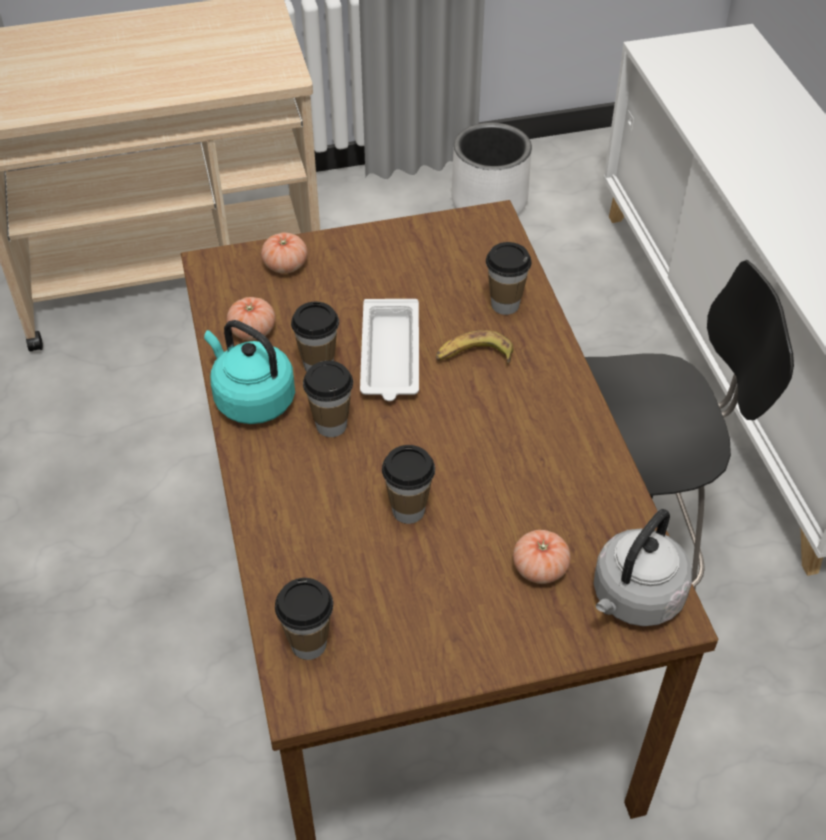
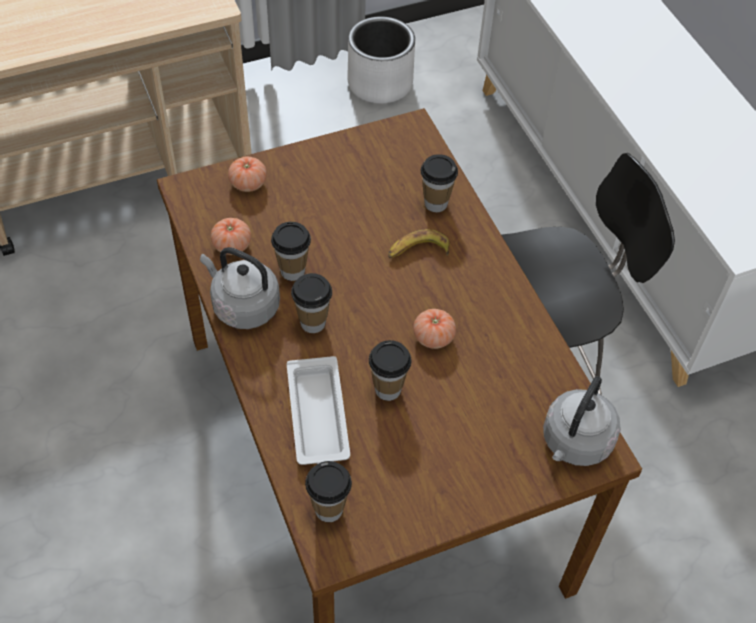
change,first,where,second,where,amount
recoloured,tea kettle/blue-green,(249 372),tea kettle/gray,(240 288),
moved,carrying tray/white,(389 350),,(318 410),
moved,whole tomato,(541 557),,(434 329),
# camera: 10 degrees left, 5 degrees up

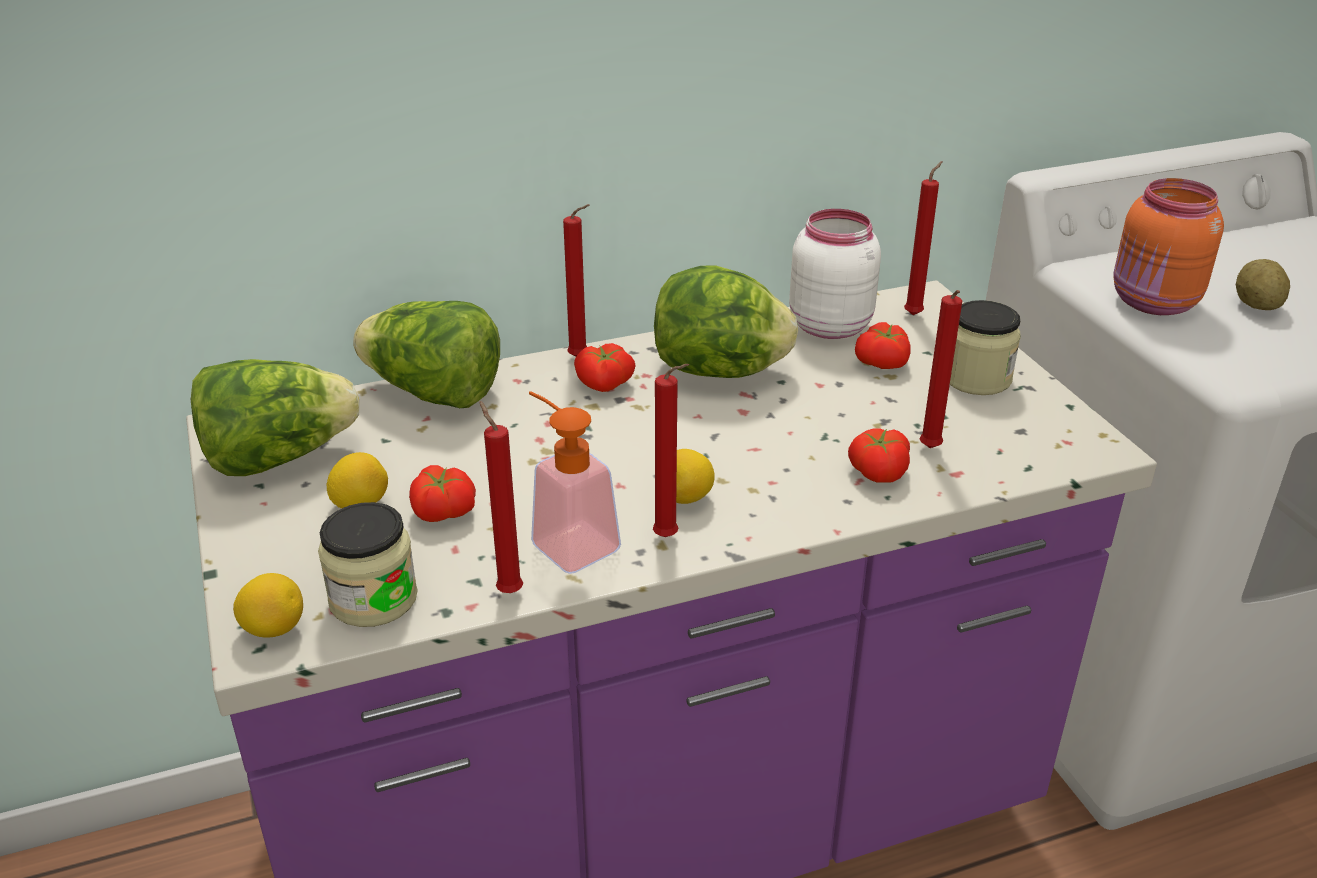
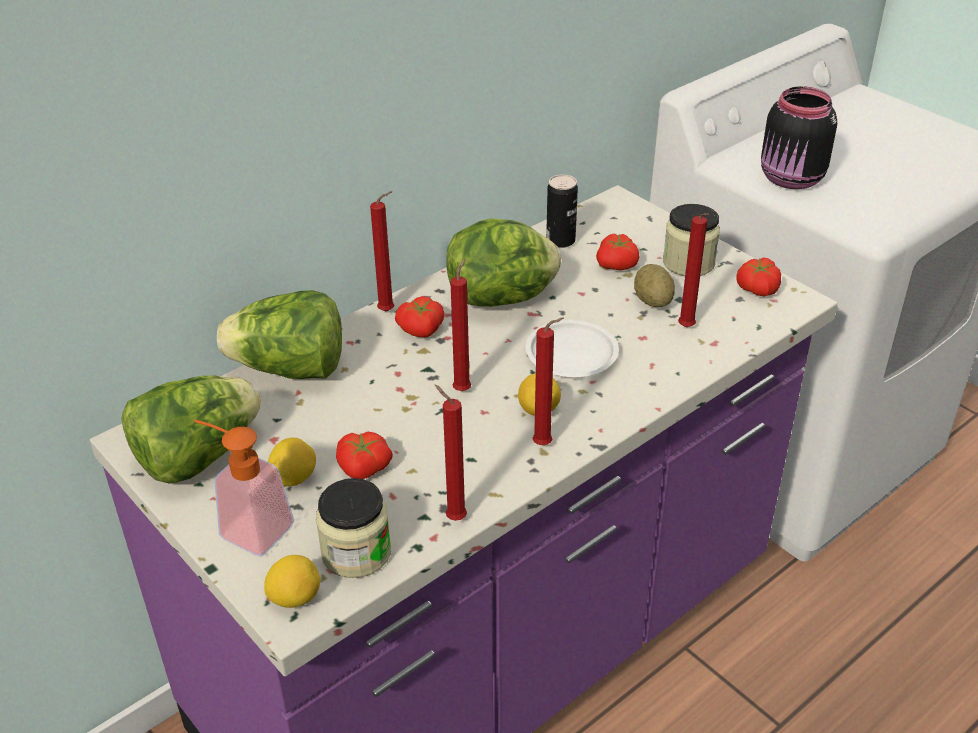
change,first,where,second,where,amount
moved,soap dispenser,(575 482),,(244 488),
moved,wax light/red-coloured,(923 238),,(460 325),
added,,,plate/white,(572 348),
replaced,storage jar/white,(835 274),can,(562 211),
moved,spud,(1263 284),,(654 285),
moved,whole tomato,(879 455),,(758 277),
recoloured,storage jar/orange,(1168 246),storage jar/blackish,(799 137),
# camera: 20 degrees left, 5 degrees up

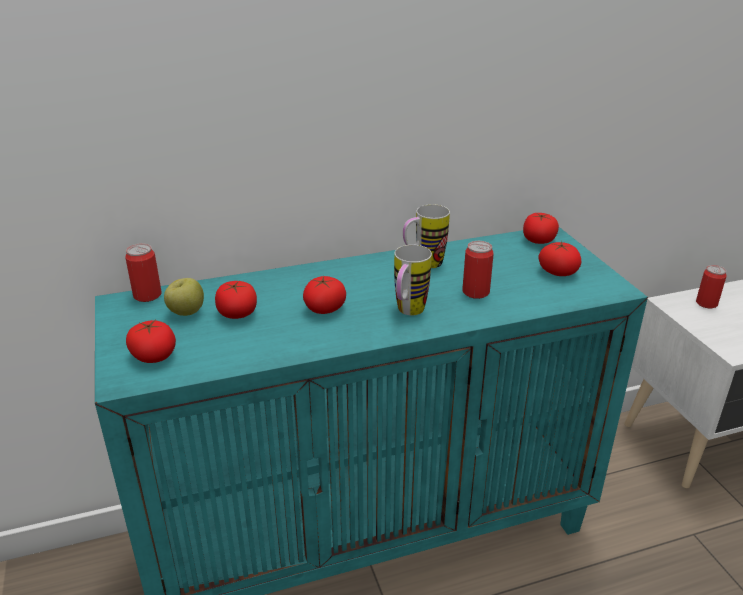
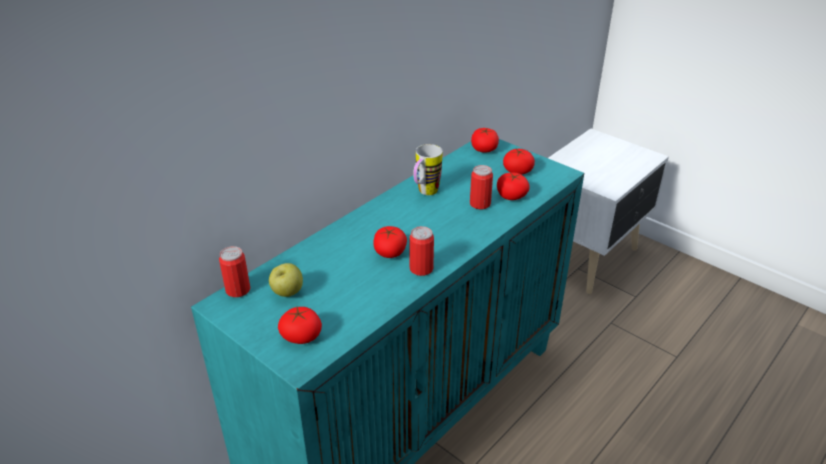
change,first,where,second,where,amount
moved,can,(711 286),,(422 251),
moved,whole tomato,(236 300),,(513 186),
removed,tea mug,(413 280),,,
# camera: 30 degrees left, 5 degrees up

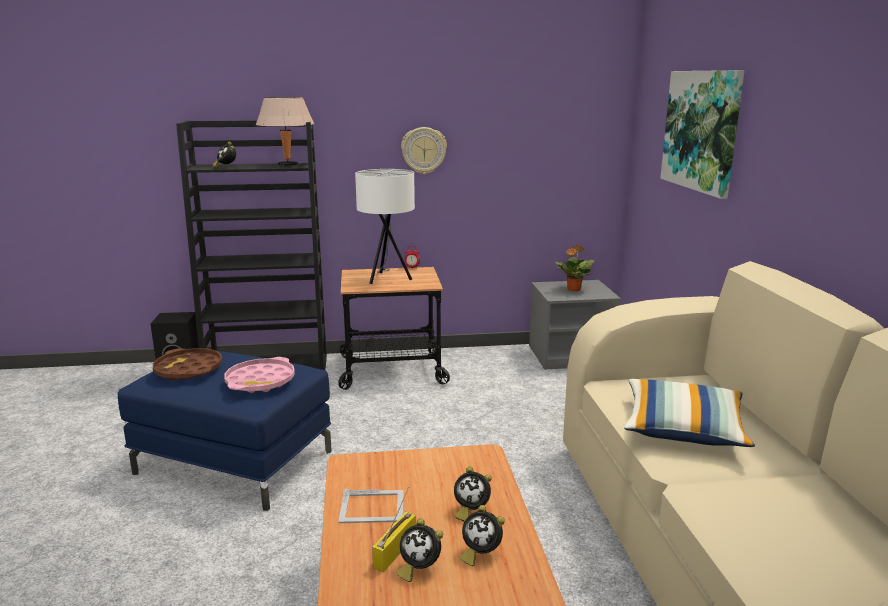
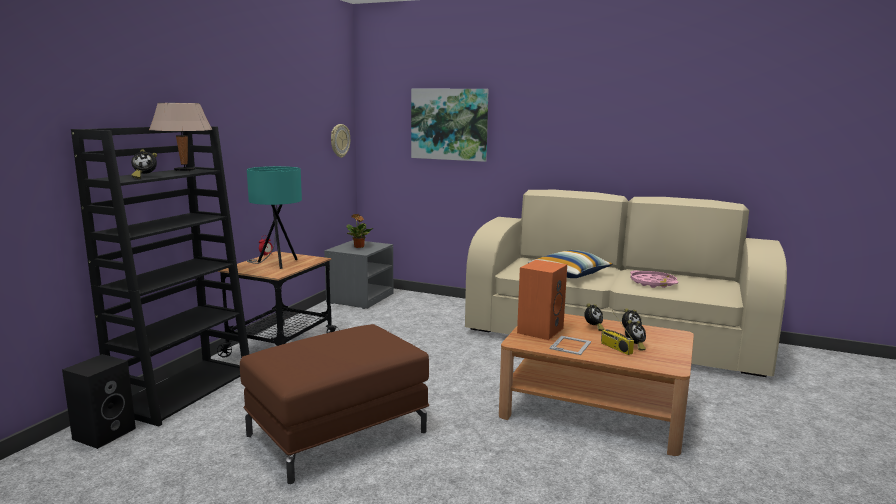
change,first,where,second,where,amount
recoloured,footrest/blue,(225 431),footrest/brown-coloured,(334 404),
recoloured,tabletop lamp/white,(385 226),tabletop lamp/blue-green,(274 217),
moved,hanging clock,(424 150),,(340 141),
added,,,loudspeaker/orange,(542 300),
moved,carrying tray/pink-coloured,(259 375),,(654 279),
removed,carrying tray/brown-coloured,(187 364),,,
# camera: 60 degrees left, 5 degrees down

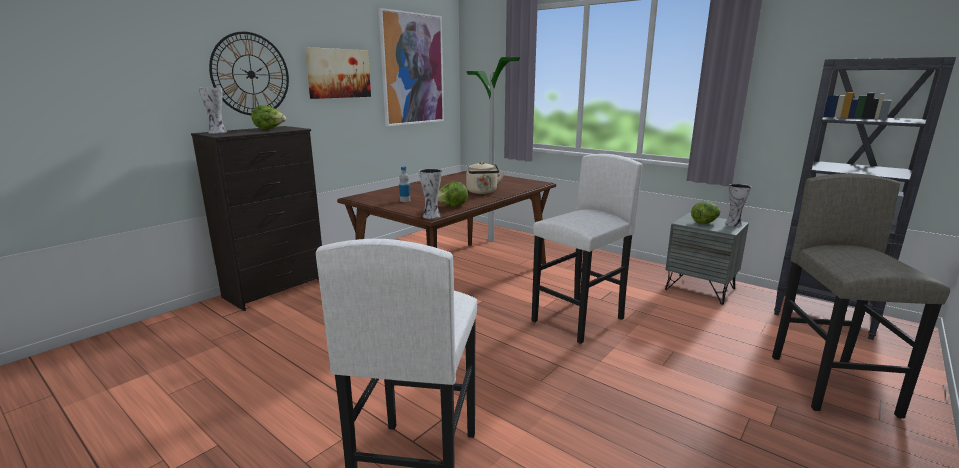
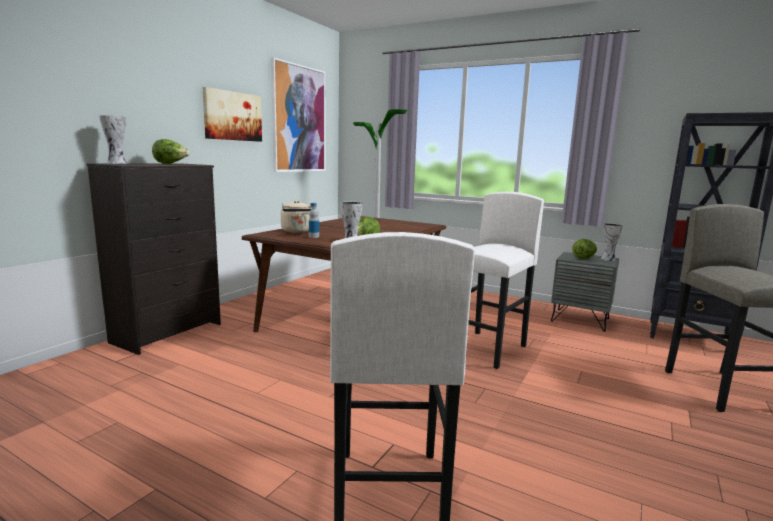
change,first,where,second,where,amount
moved,tea kettle/beige,(485 178),,(300 217),
removed,hanging clock,(249 73),,,
# camera: 10 degrees left, 5 degrees down

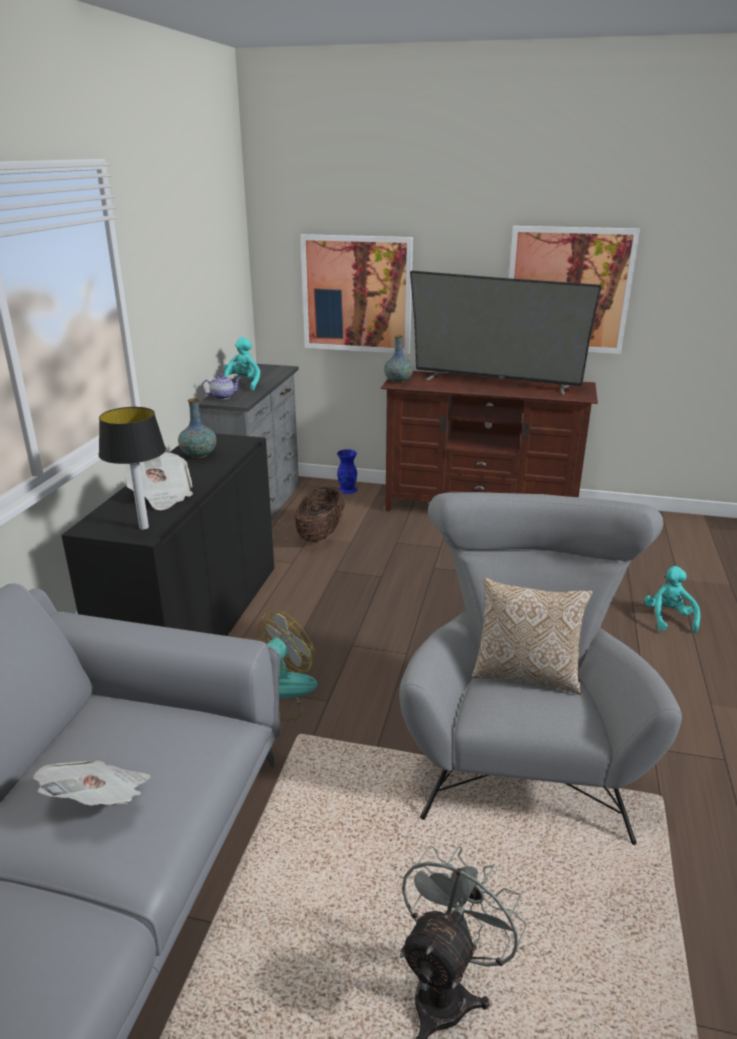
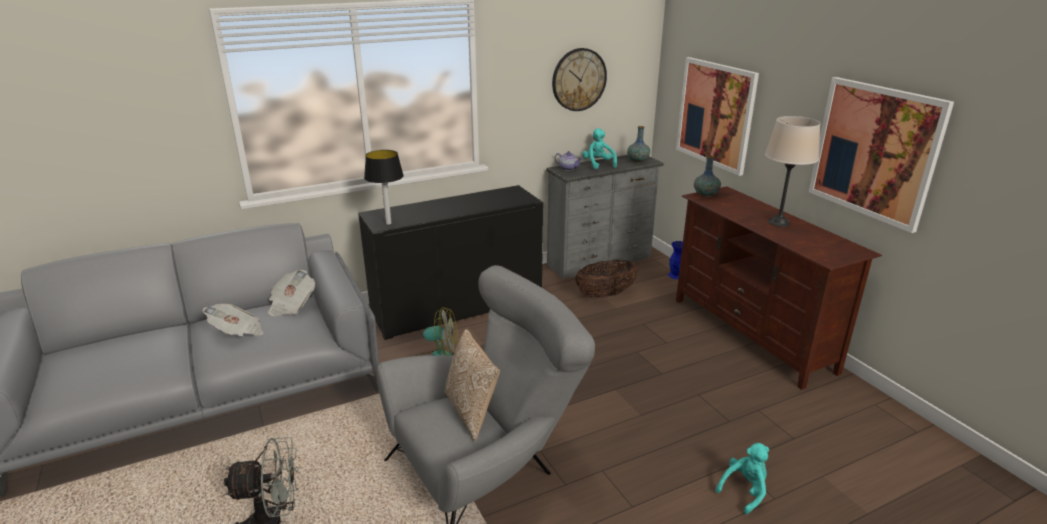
change,first,where,second,where,amount
moved,newspaper,(158 481),,(291 293),
added,,,hanging clock,(579 79),
turned,cuddly toy/blue-green,(242 364),,(599 148),75 degrees counterclockwise
moved,flower vase,(197 428),,(638 144),
replaced,TV,(506 333),tabletop lamp/beige,(792 171),
# camera: 50 degrees right, 0 degrees up

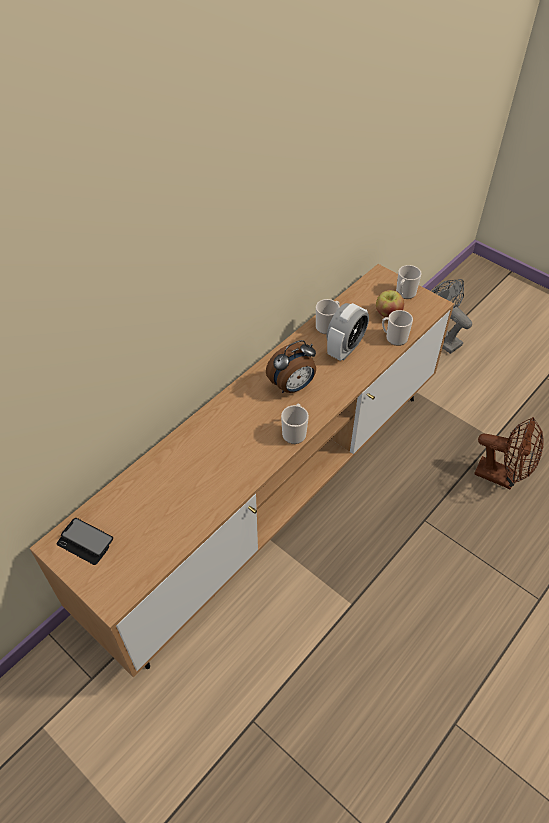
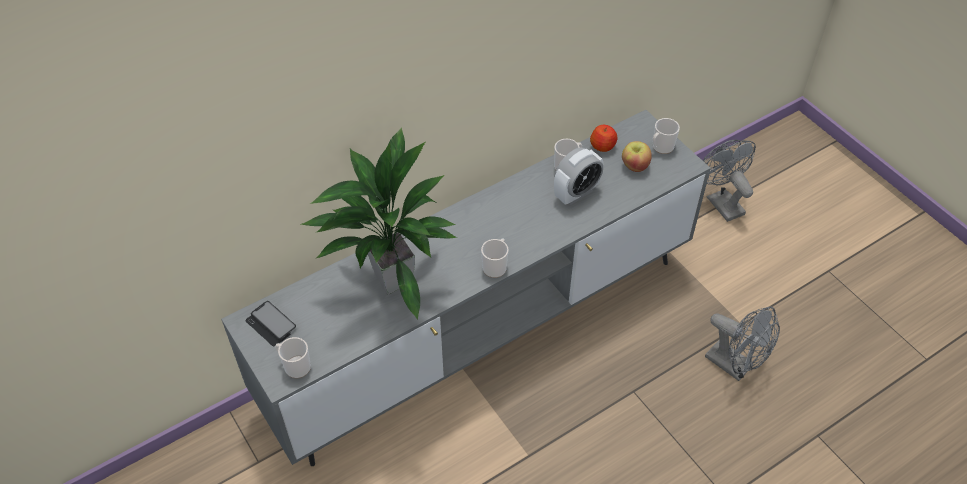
change,first,where,second,where,amount
recoloured,tv stand/brown-coloured,(242 470),tv stand/gray,(466 288),
moved,tea mug,(397 328),,(293 357),
added,,,potted plant,(379 223),
added,,,whole apple,(603 138),
recoloured,electric fan/brown-coloured,(509 453),electric fan/gray,(742 344),
removed,table clock,(291 366),,,
# camera: 15 degrees right, 0 degrees up

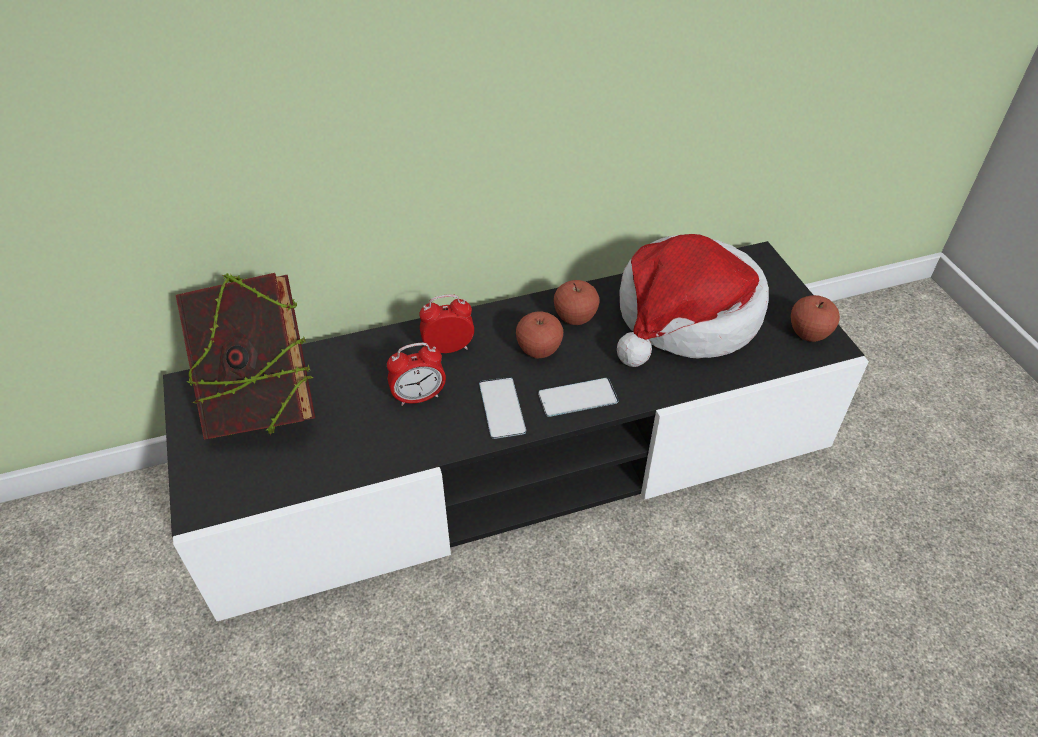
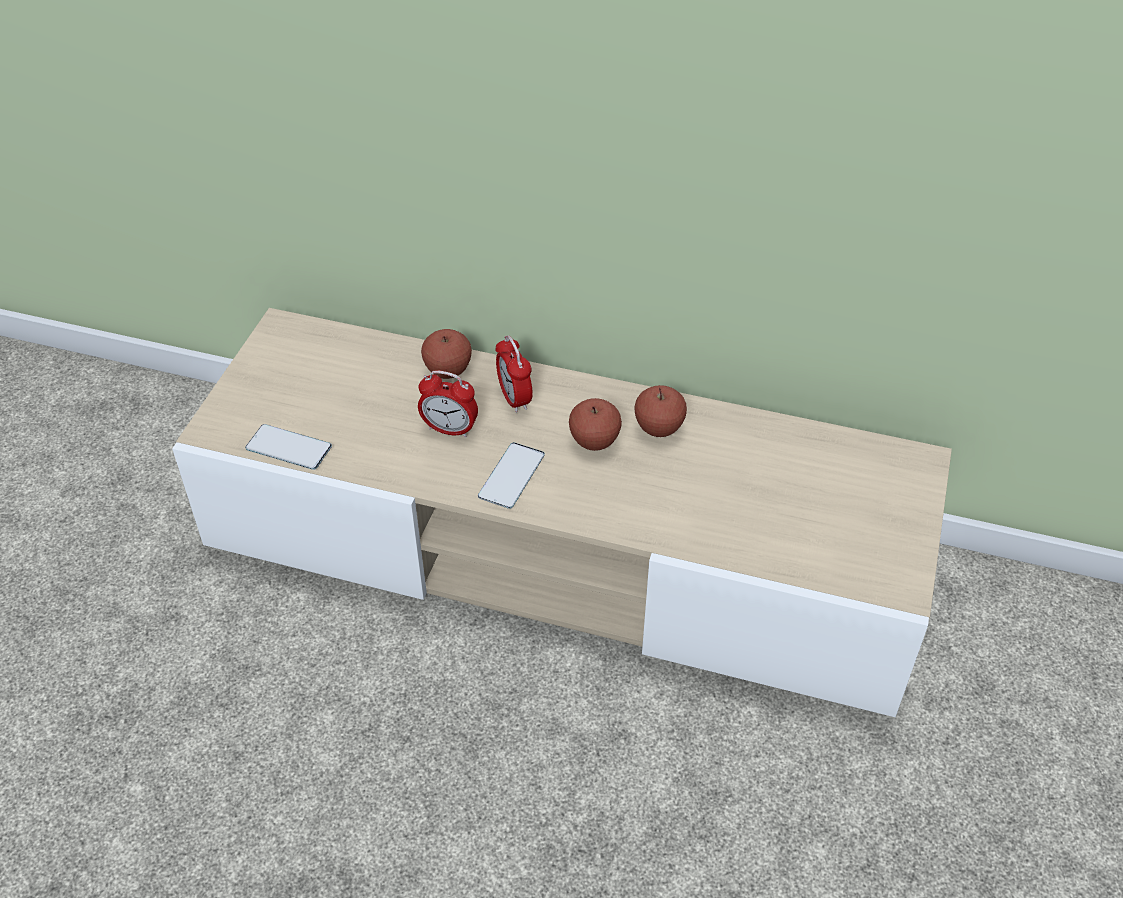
change,first,where,second,where,amount
recoloured,tv stand/blackish,(516 431),tv stand/beige,(562 512),
moved,phone,(578 397),,(288 447),
moved,whole apple,(815 318),,(446 354),
turned,table clock,(446 323),,(514 374),135 degrees counterclockwise
removed,bound book,(245 356),,,
removed,hat,(693 300),,,
# camera: 35 degrees right, 0 degrees up

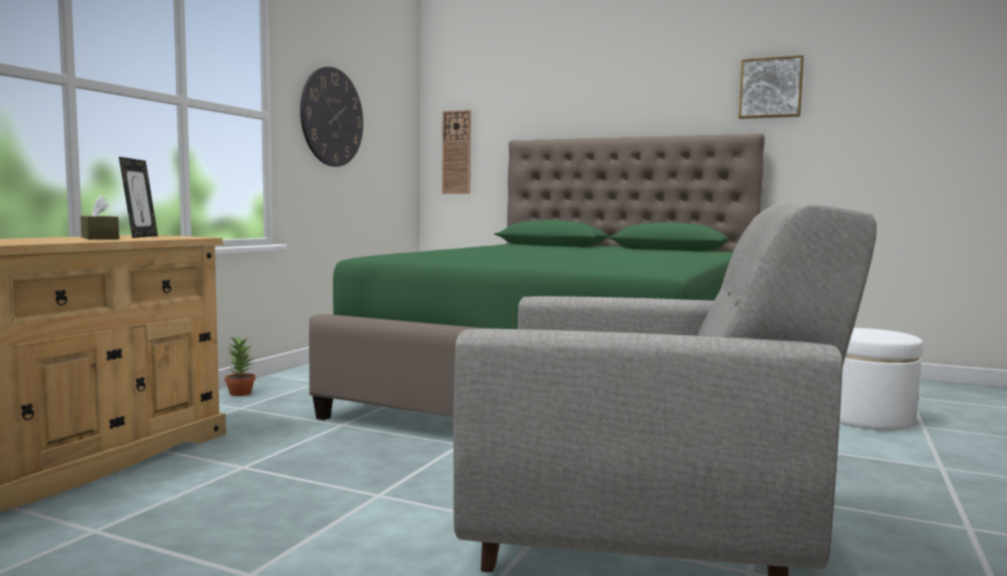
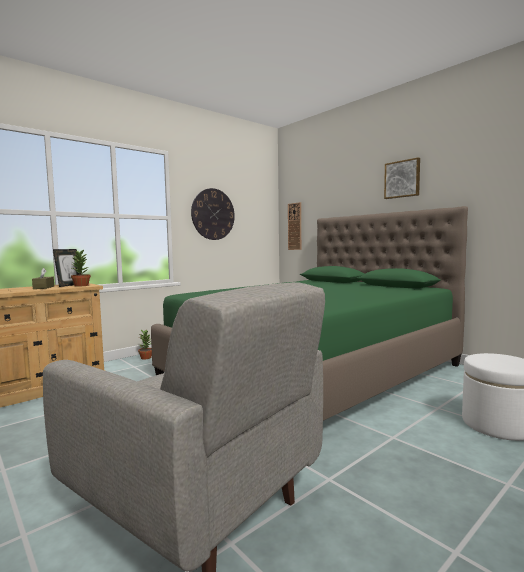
change,first,where,second,where,amount
added,,,potted plant,(81 268),
moved,picture,(771 87),,(402 178),
# camera: 25 degrees right, 0 degrees up

